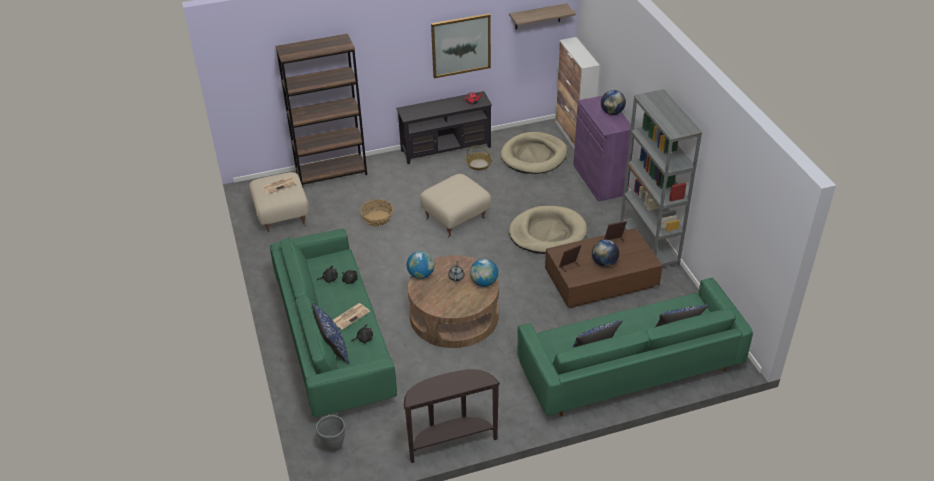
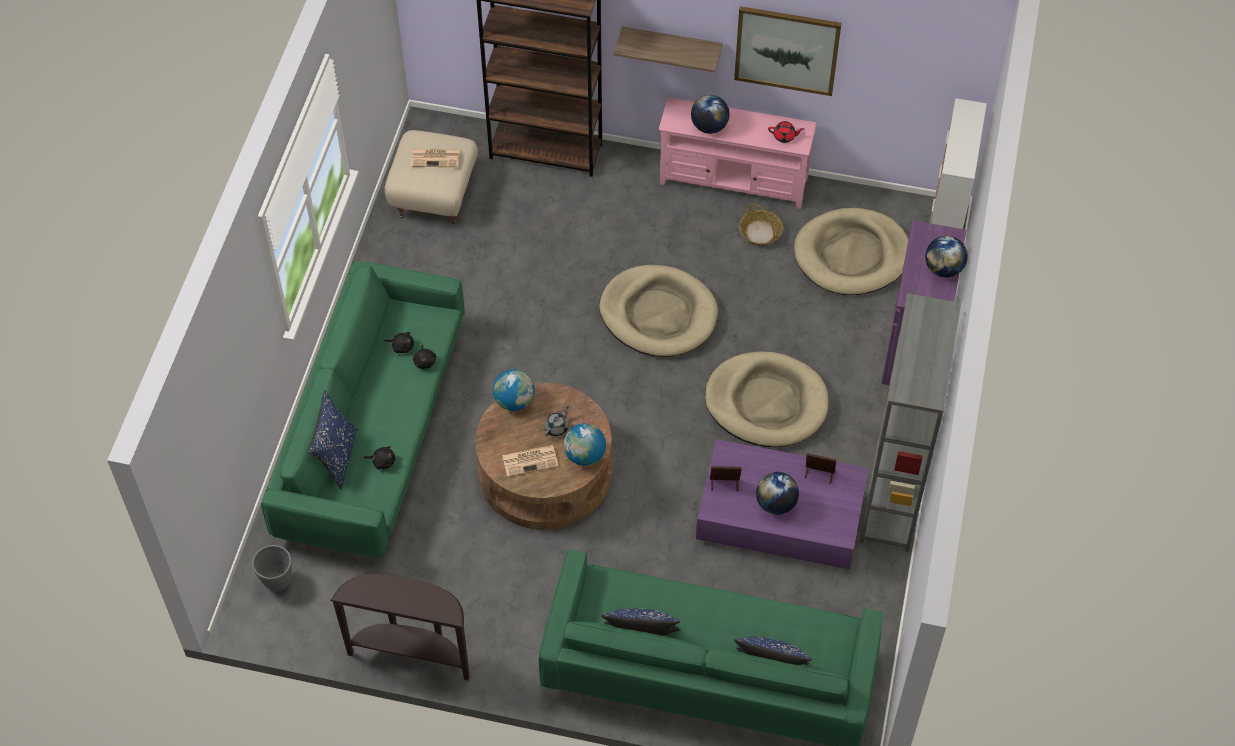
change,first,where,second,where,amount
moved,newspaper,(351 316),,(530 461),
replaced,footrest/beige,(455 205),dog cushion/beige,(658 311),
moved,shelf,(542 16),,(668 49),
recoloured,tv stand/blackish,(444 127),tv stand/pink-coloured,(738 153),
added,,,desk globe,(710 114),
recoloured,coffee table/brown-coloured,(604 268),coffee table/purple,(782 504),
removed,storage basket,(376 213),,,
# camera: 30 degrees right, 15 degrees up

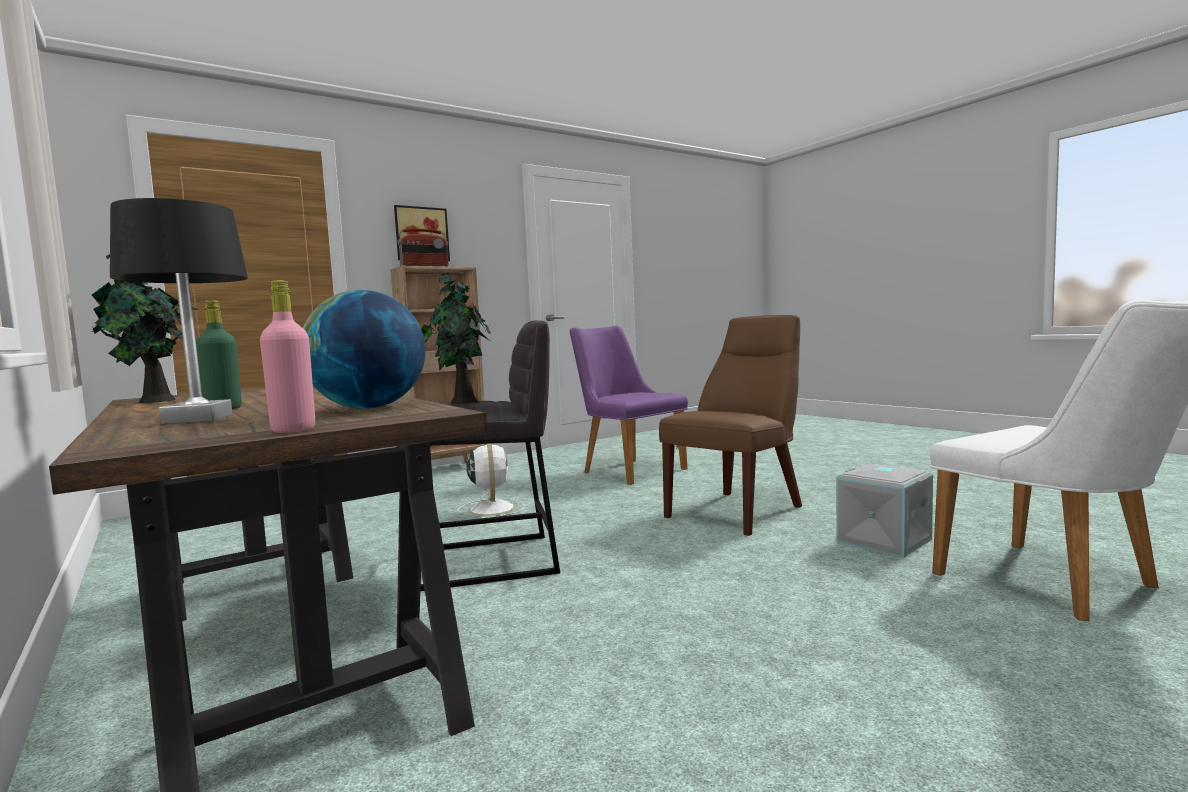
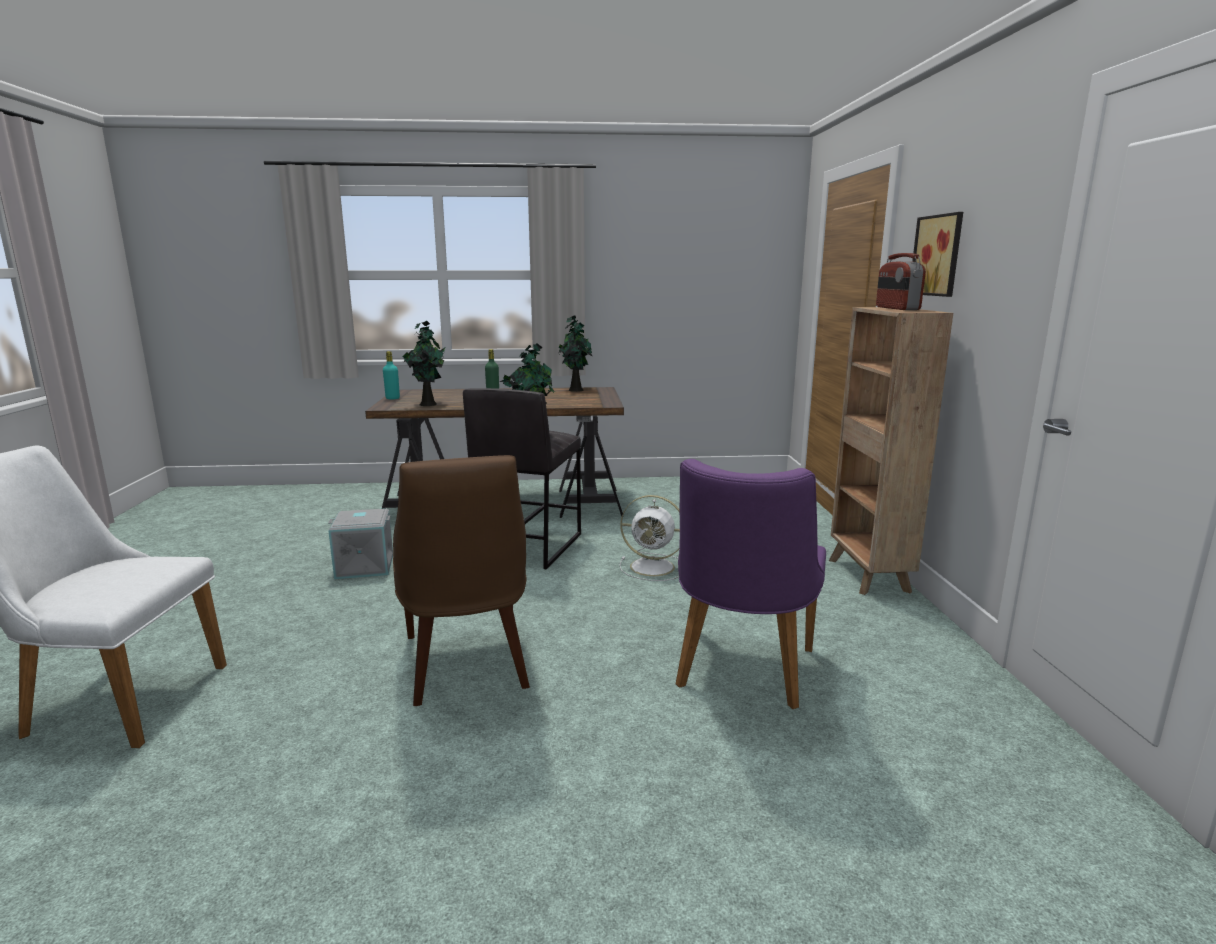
change,first,where,second,where,amount
moved,storage box/gray,(884 511),,(360 543),
recoloured,beverage bottle/pink-coloured,(287 356),beverage bottle/blue-green,(391 375),
replaced,desk globe,(364 349),potted plant,(423 363),
turned,chair/purple,(629 405),,(751 584),120 degrees clockwise
removed,tabletop lamp/blackish,(179 311),,,
# camera: 120 degrees right, 10 degrees up

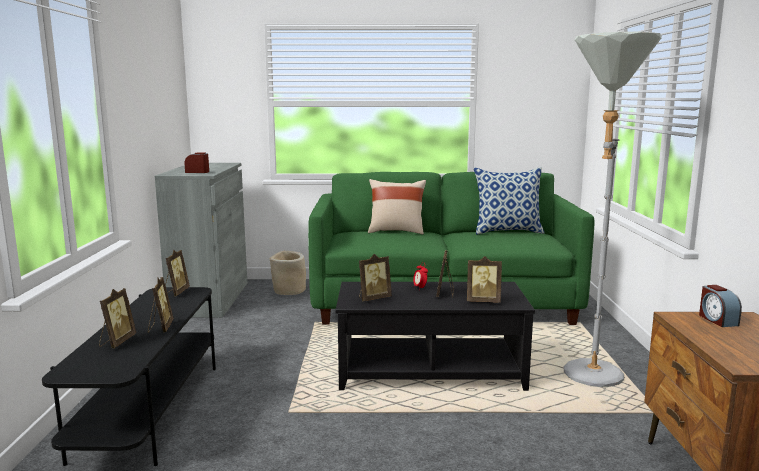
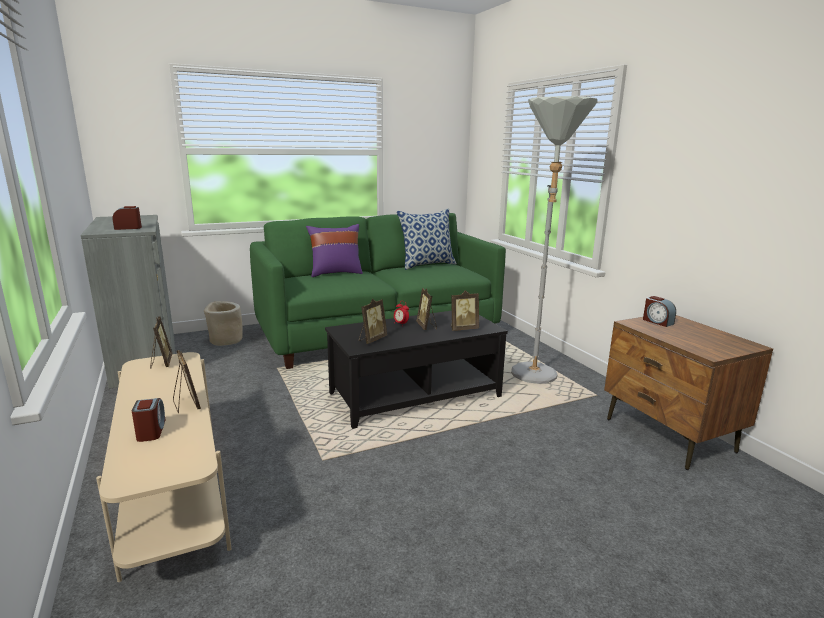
change,first,where,second,where,amount
recoloured,tv stand/blackish,(129 376),tv stand/beige,(164 467),
replaced,photo frame,(117 318),table clock,(149 420),
recoloured,throw pillow/beige,(397 206),throw pillow/purple,(334 250),
# camera: 25 degrees left, 5 degrees up

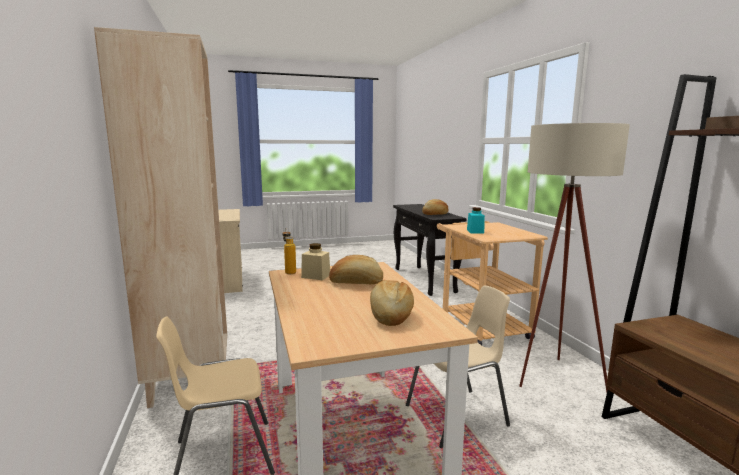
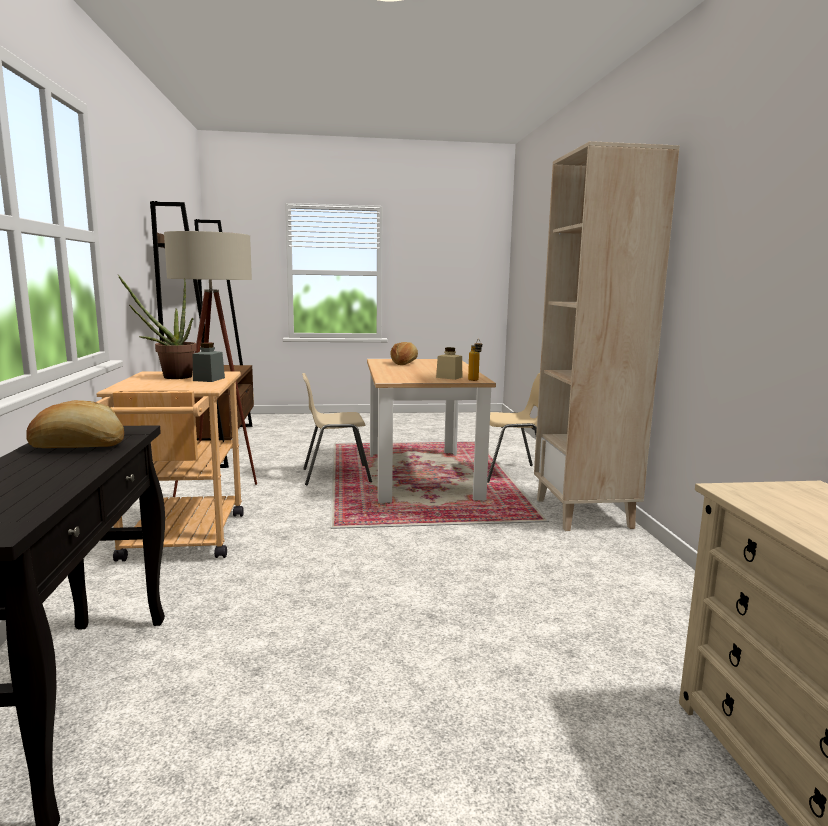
change,first,where,second,where,amount
added,,,potted plant,(157 327),
recoloured,storage jar/blue-green,(476 220),storage jar/gray,(209 362),
removed,baked bread,(356 269),,,
# camera: 170 degrees left, 0 degrees up

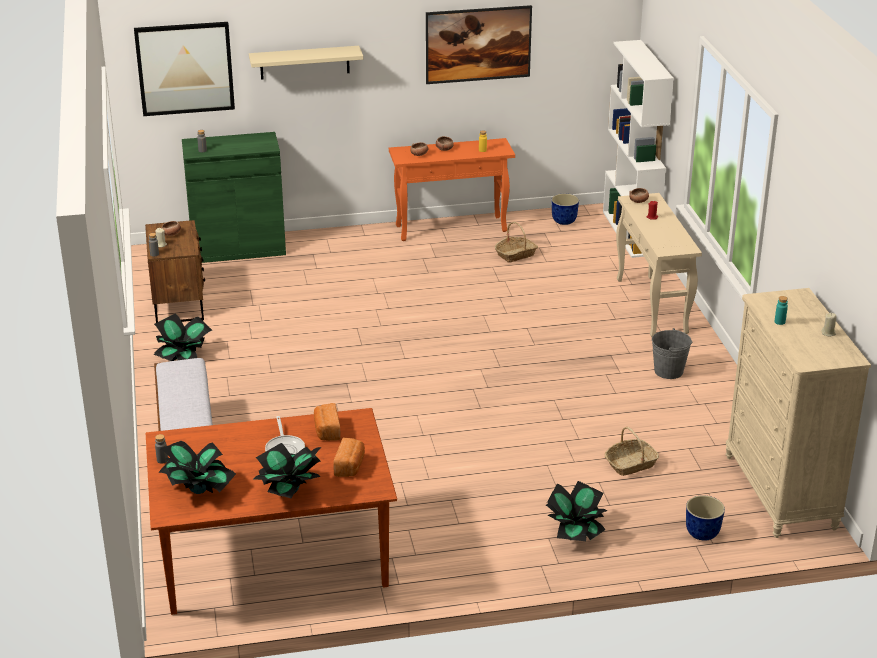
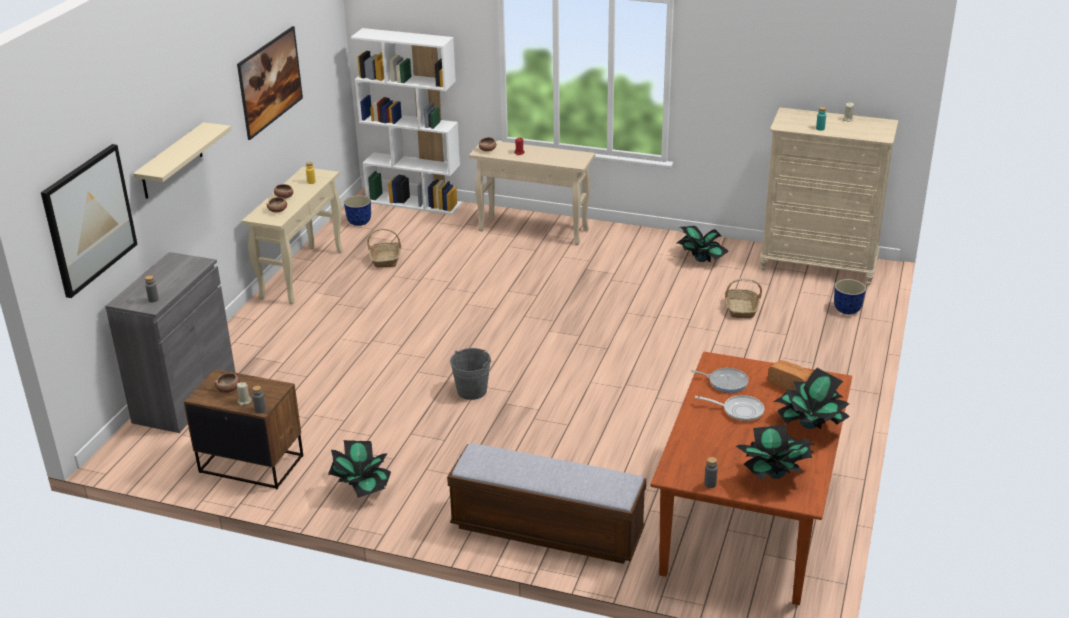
change,first,where,second,where,amount
recoloured,cupboard/greenish,(234 197),cupboard/gray,(170 342),
recoloured,hall table/orange,(452 189),hall table/beige,(292 235),
moved,water bucket/gray,(672 353),,(470 374),
moved,potted plant,(577 511),,(703 244),
replaced,baked bread,(327 422),skillet,(720 380),
# camera: 60 degrees left, 0 degrees up

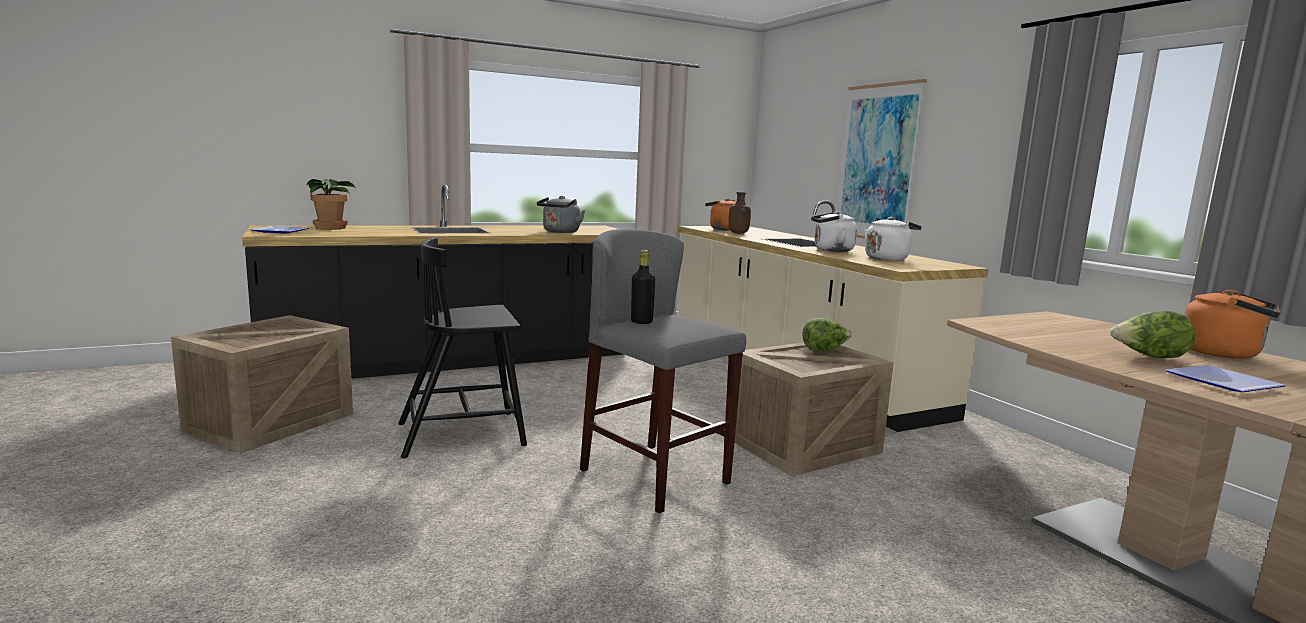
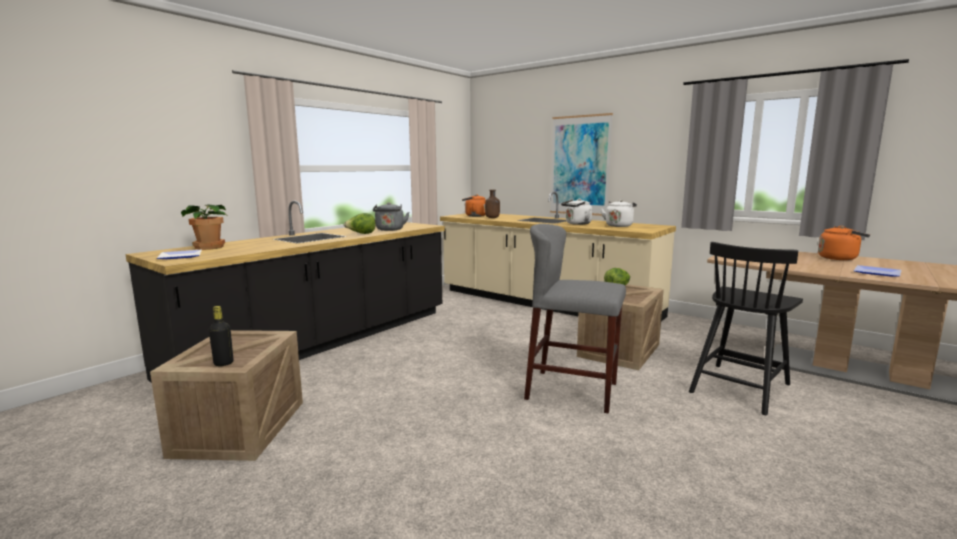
change,first,where,second,where,amount
moved,beverage bottle/blackish,(643 287),,(221 336),
moved,head of lettuce,(1152 334),,(360 223),
moved,chair/blackish,(462 347),,(746 328),
# camera: 25 degrees left, 0 degrees up

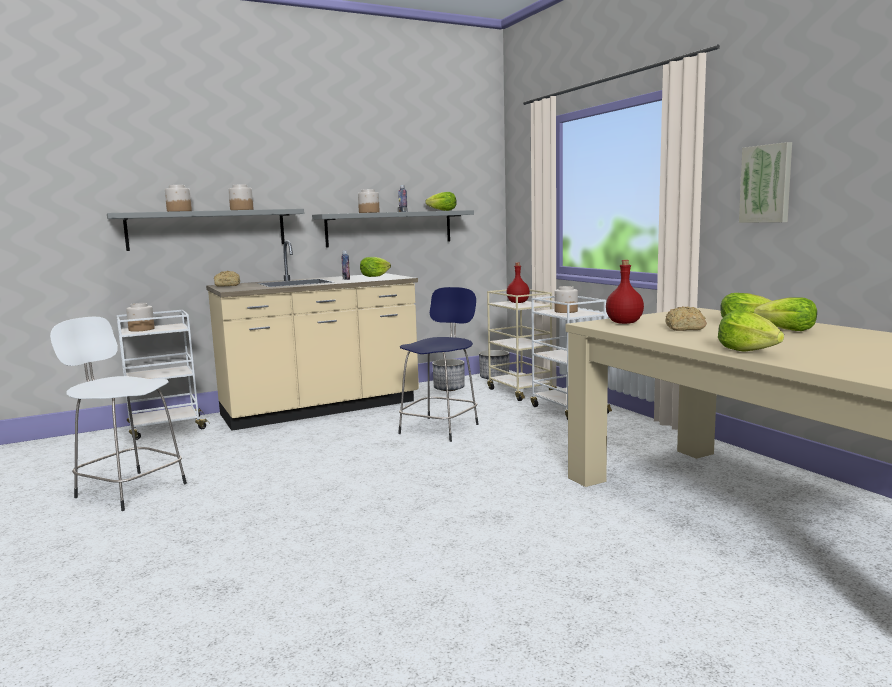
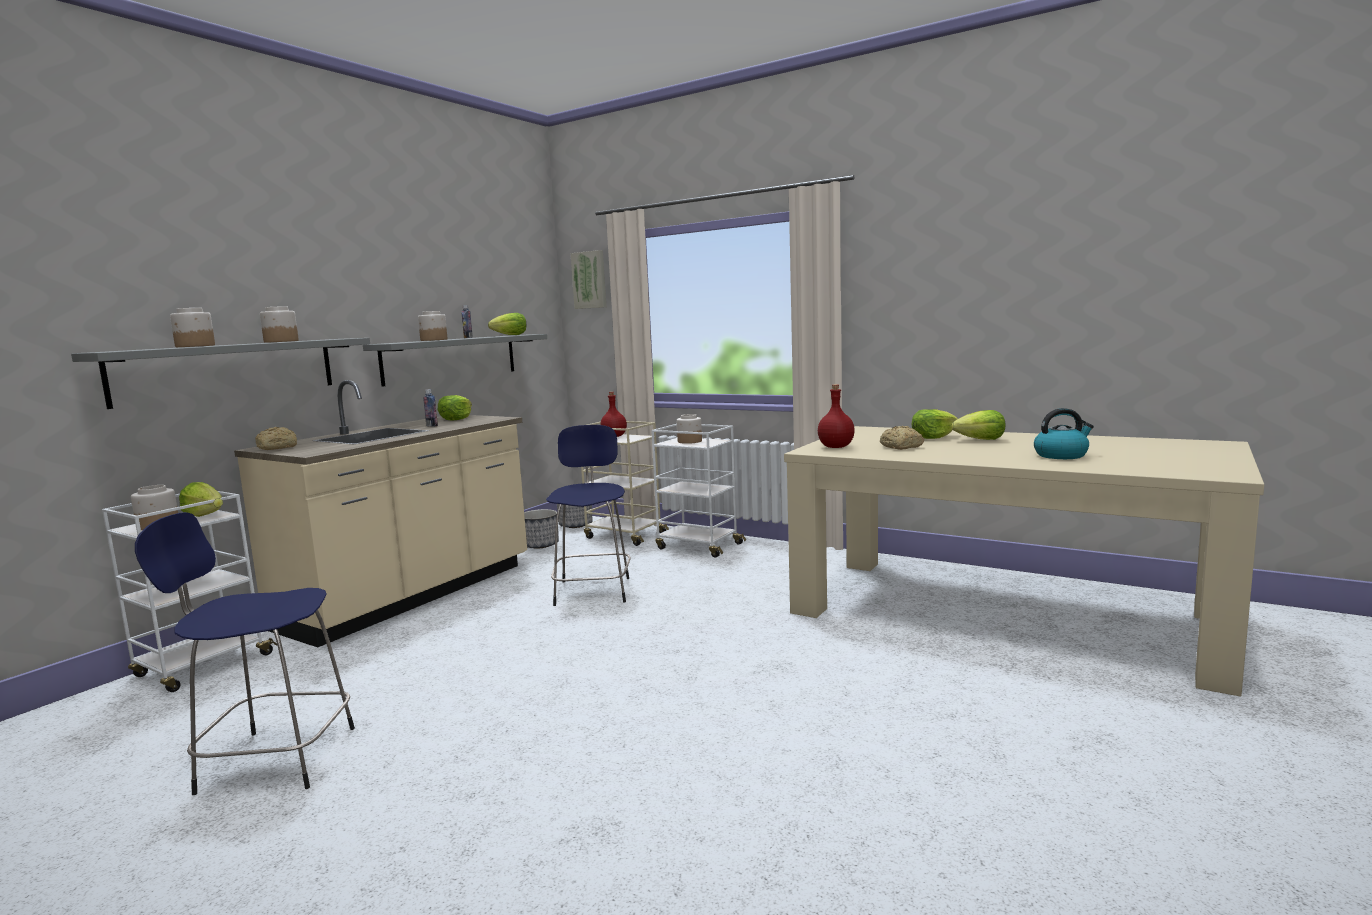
change,first,where,second,where,amount
recoloured,stool/white,(118 414),stool/blue,(245 653),
moved,head of lettuce,(751 331),,(201 499),
moved,picture,(765 182),,(588 279),
added,,,tea kettle,(1064 433),
# camera: 30 degrees left, 0 degrees up

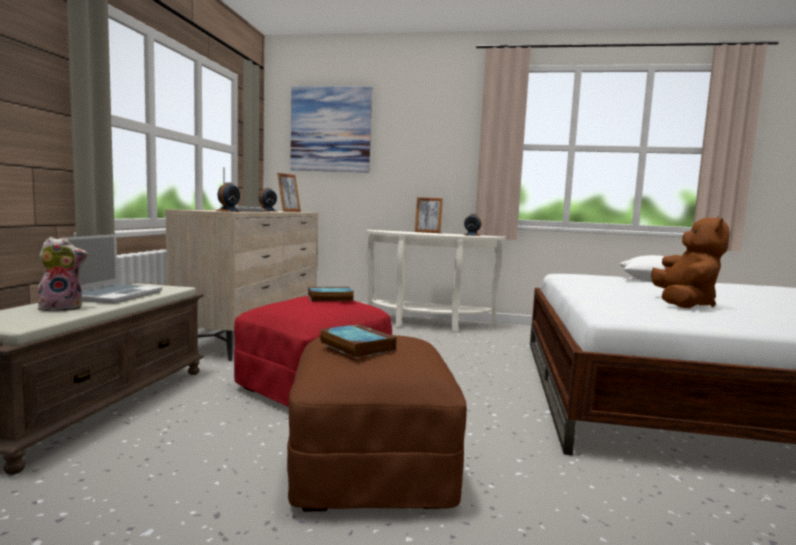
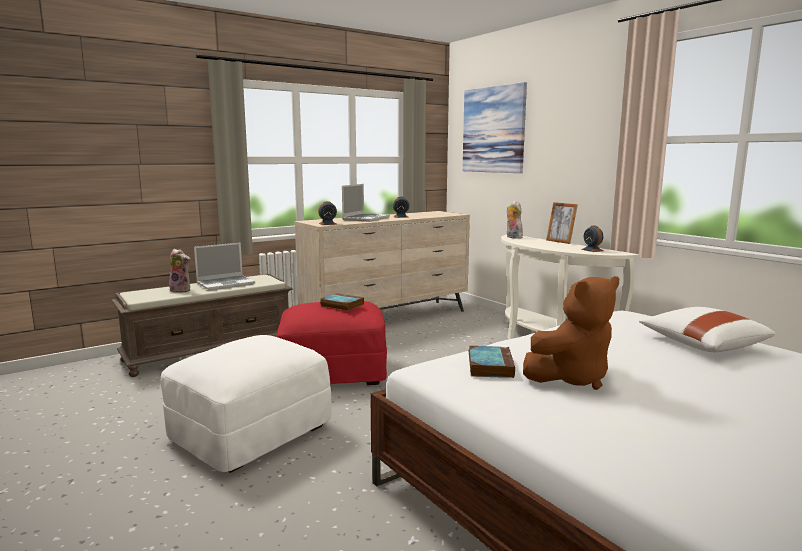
change,first,where,second,where,amount
recoloured,footrest/brown-coloured,(377 423),footrest/white,(246 404),
moved,bound book,(358 341),,(492 362),
added,,,cuddly toy,(514 220),
removed,photo frame,(289 192),,,
# camera: 45 degrees right, 5 degrees up

